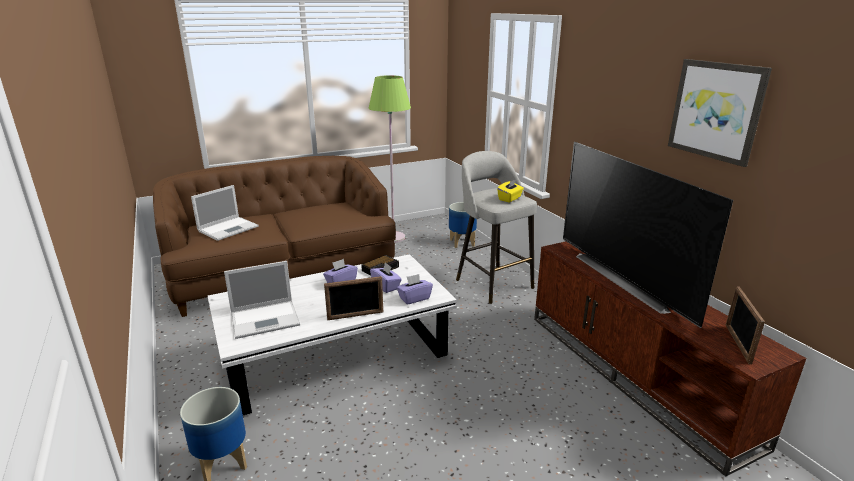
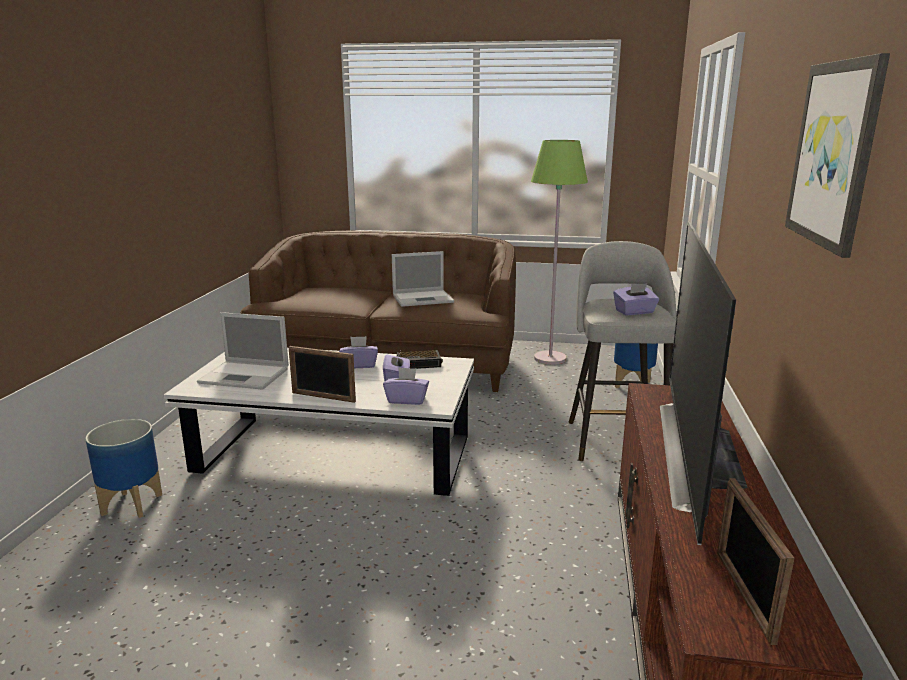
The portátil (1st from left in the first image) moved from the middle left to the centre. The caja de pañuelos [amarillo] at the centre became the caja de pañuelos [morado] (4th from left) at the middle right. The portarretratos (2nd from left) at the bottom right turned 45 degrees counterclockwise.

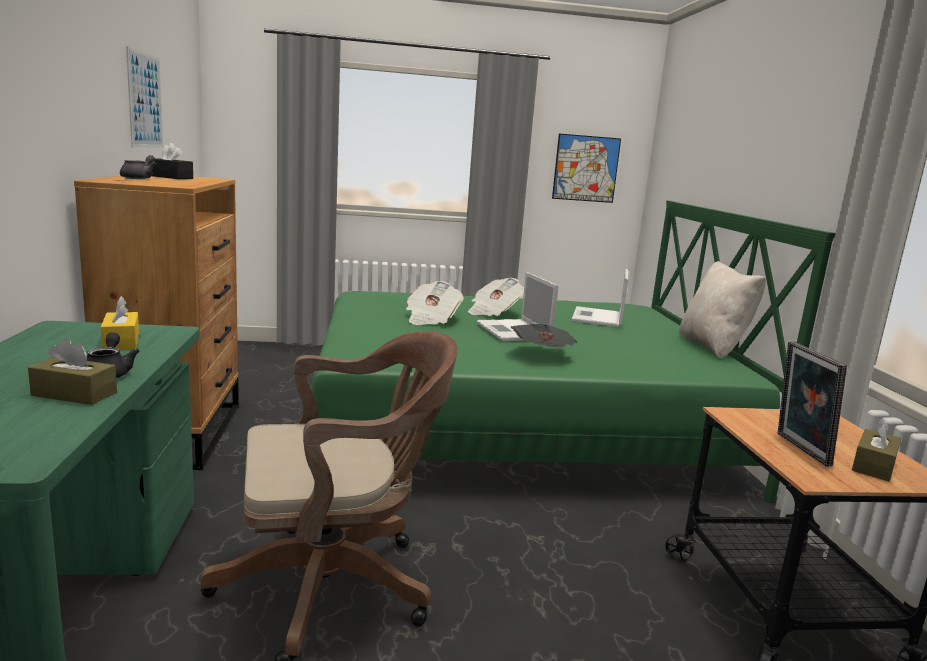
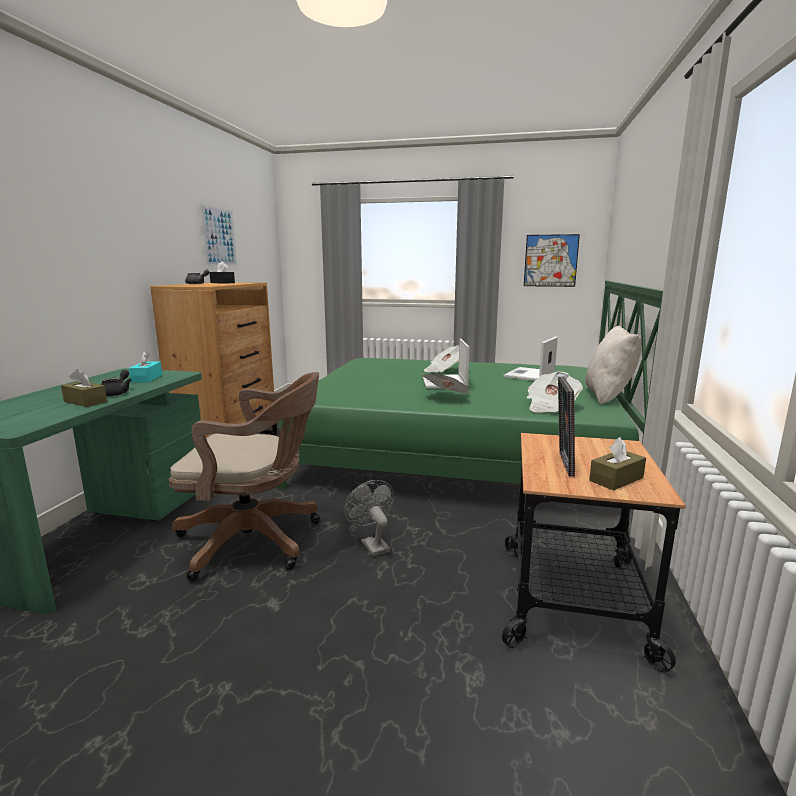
The caja de pañuelos [amarillo] at the middle left became the caja de pañuelos [turquesa] at the middle left. The ventilador [gris] at the centre appeared. The periódico (1st from left in the first image) moved from the centre to the middle right.

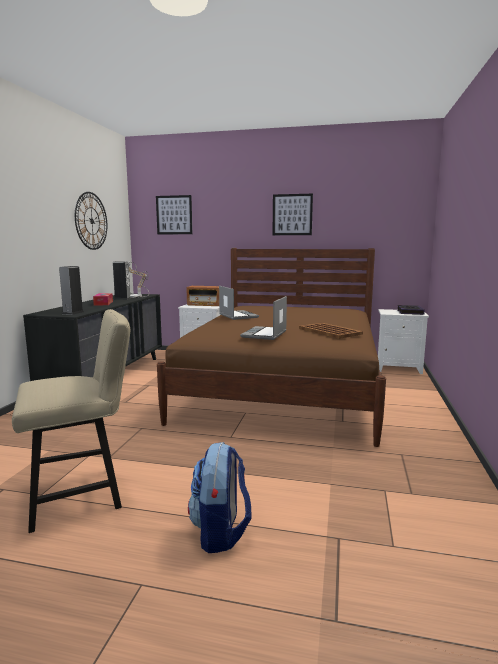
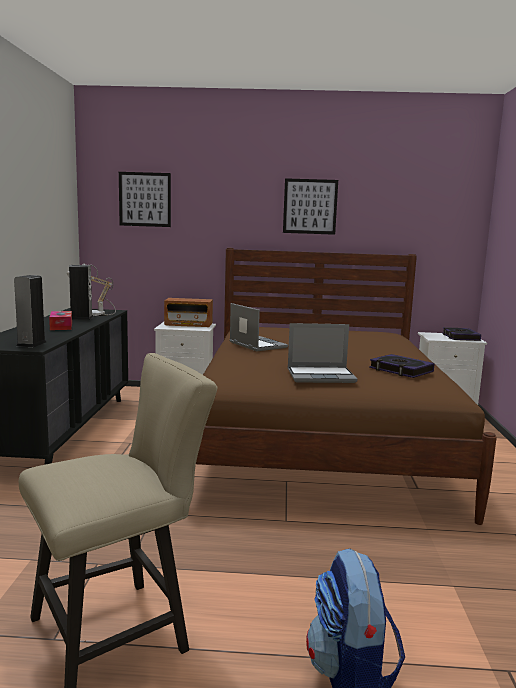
The portátil (2nd from left) at the centre turned 105 degrees counterclockwise. The bandeja [marrón] at the centre was replaced by the libro (1st from left) at the middle right. The reloj de pared at the top left disappeared.

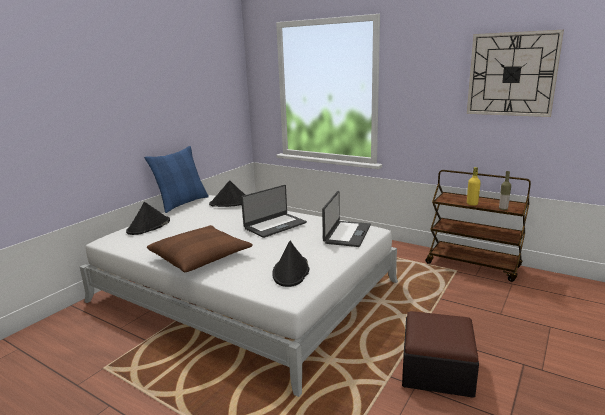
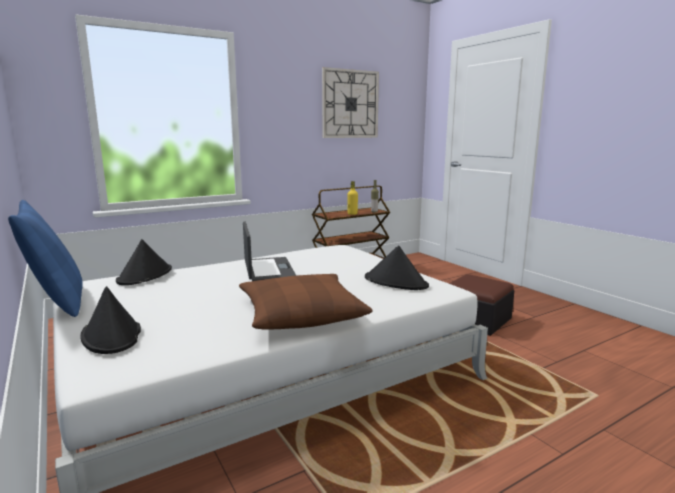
The portátil (2nd from left) at the centre disappeared.

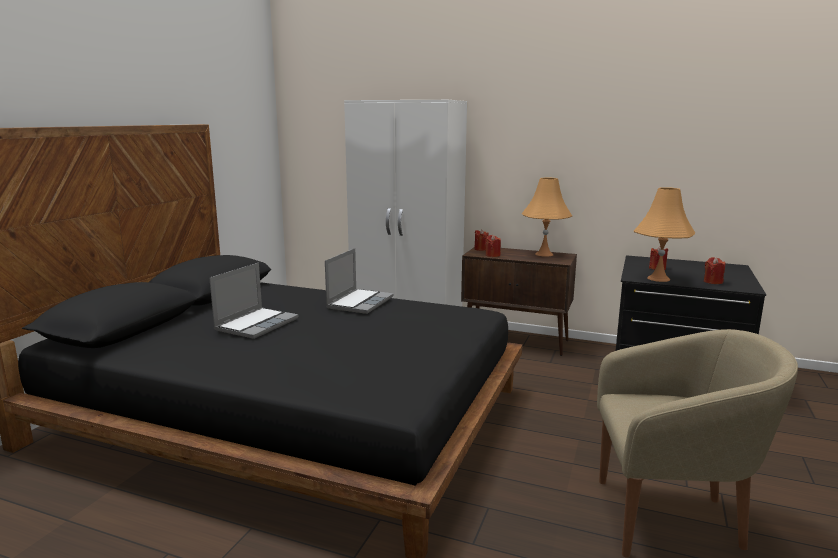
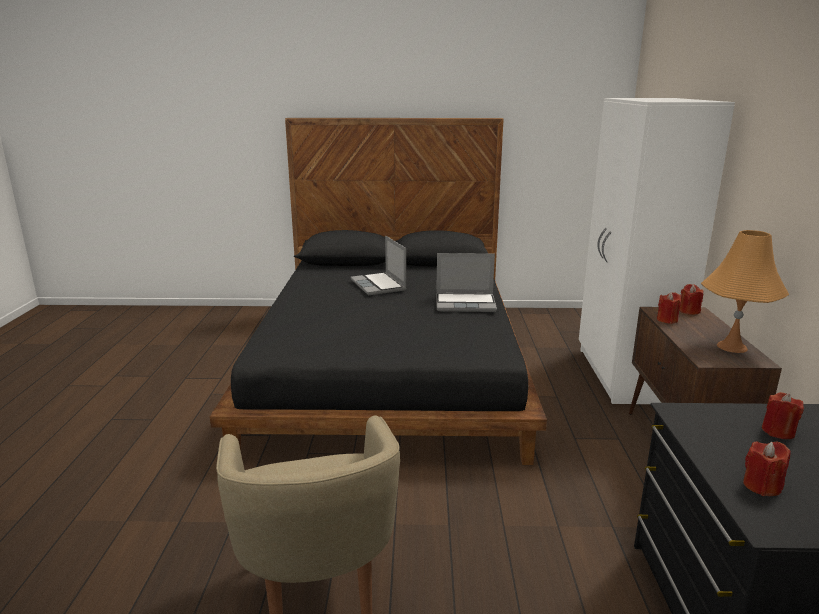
The portátil (1st from left) at the middle left turned 60 degrees clockwise. The lámpara de mesa [naranja] (2nd from left) at the middle right disappeared.

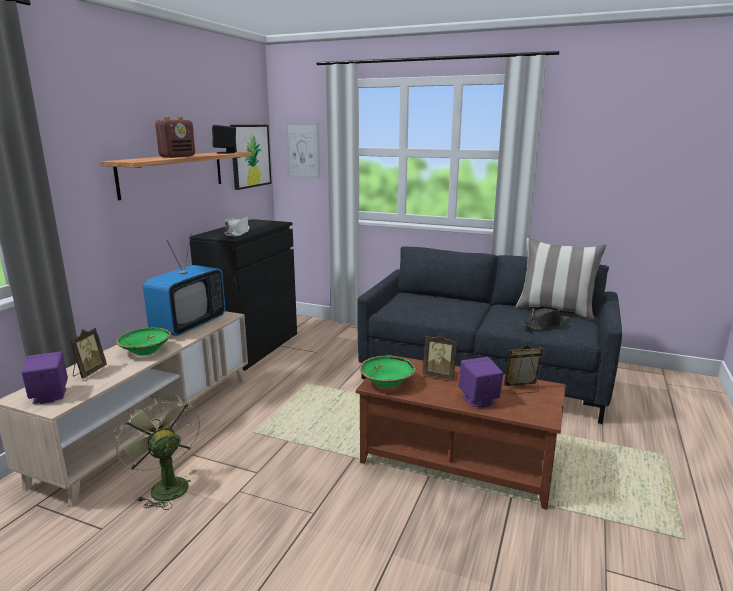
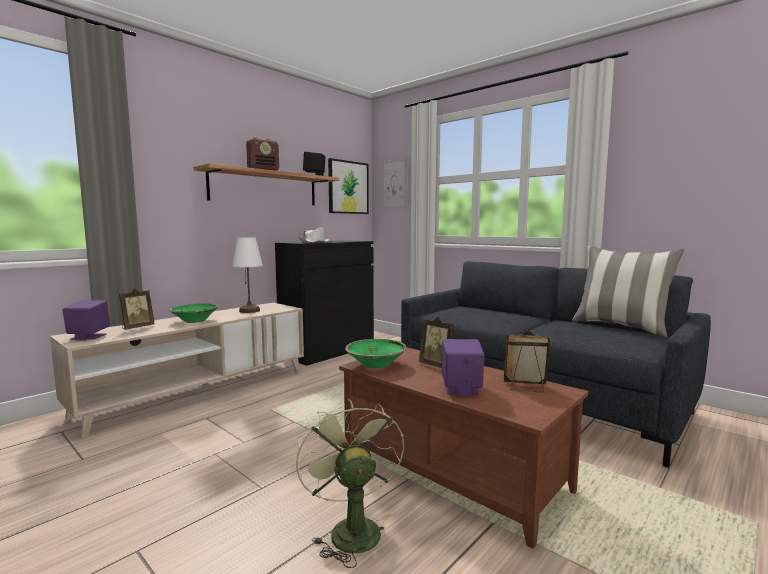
The televisor at the middle left was replaced by the lámpara de mesa [blanco] at the middle left. The ventilador [verde] moved from the bottom left to the bottom centre. The sombrero [negro] at the middle right disappeared.

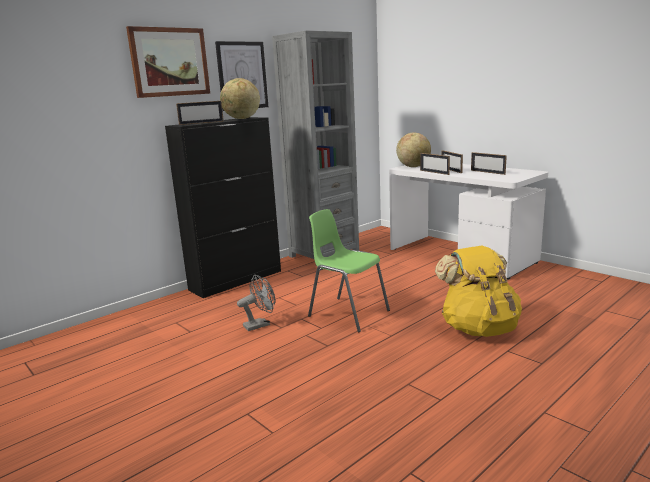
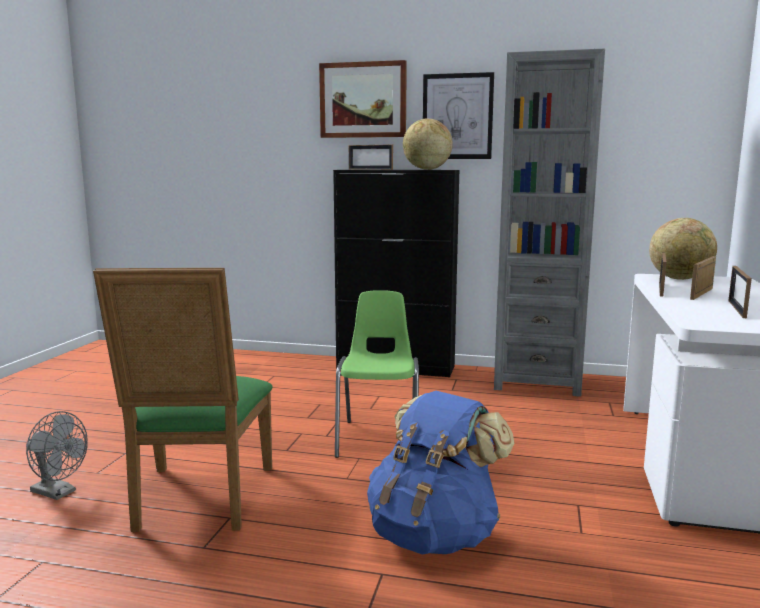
The ventilador [gris] moved from the centre to the bottom left. The silla [verde] (1st from left) at the middle left appeared. The mochila [amarillo] at the middle right became the mochila [azul] at the bottom centre.

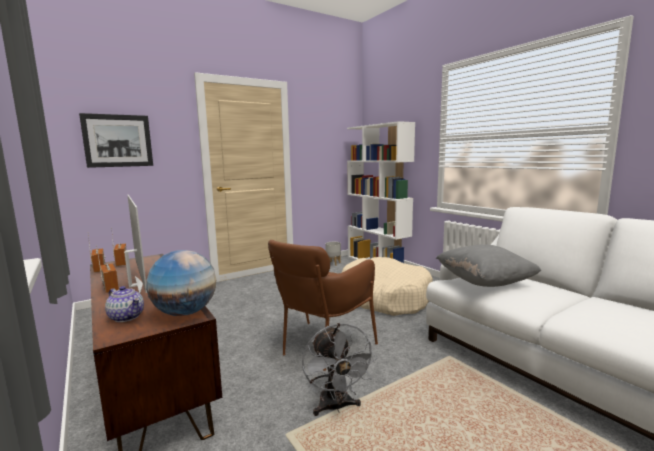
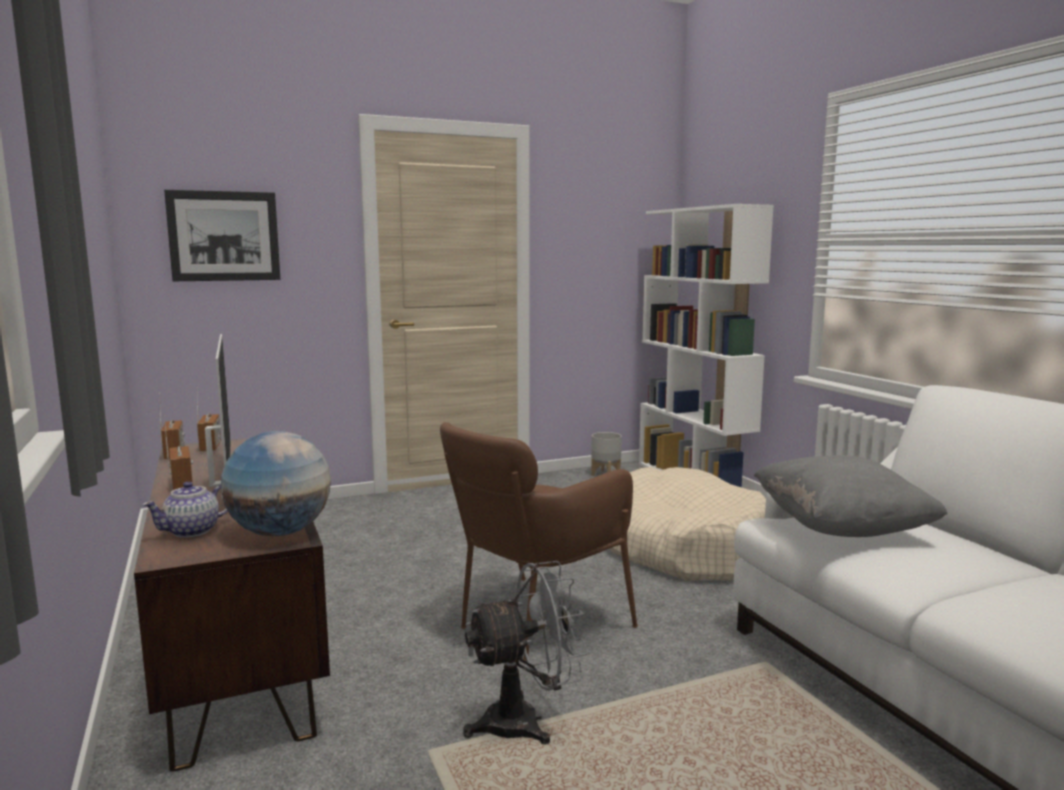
The tetera at the bottom left turned 90 degrees clockwise. The ventilador [gris] at the bottom centre turned 105 degrees counterclockwise.

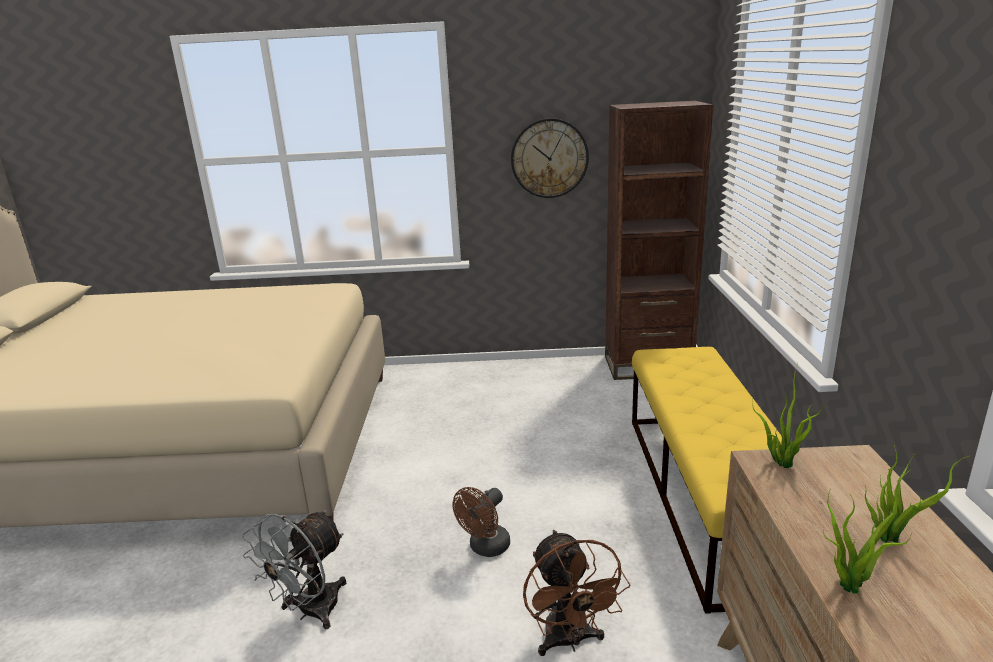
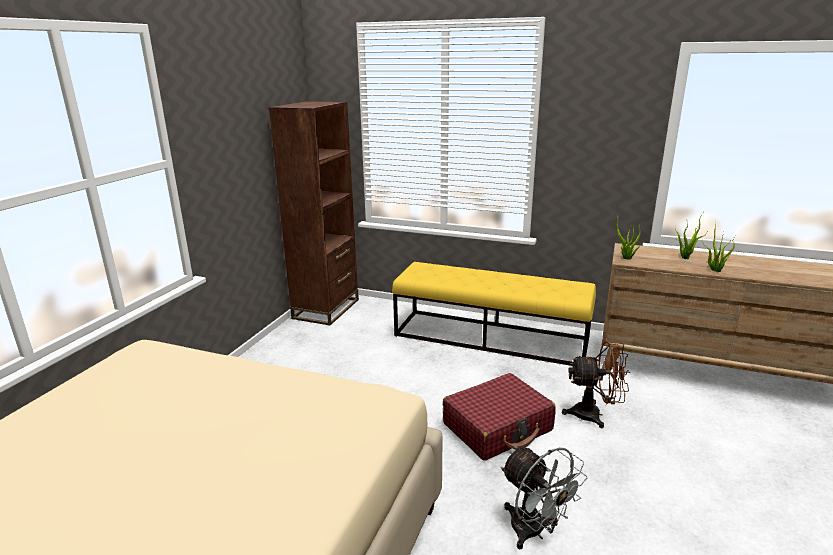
The ventilador [marrón] (1st from left) at the bottom centre was replaced by the maleta [rojo] at the bottom centre. The reloj de pared at the top centre disappeared.

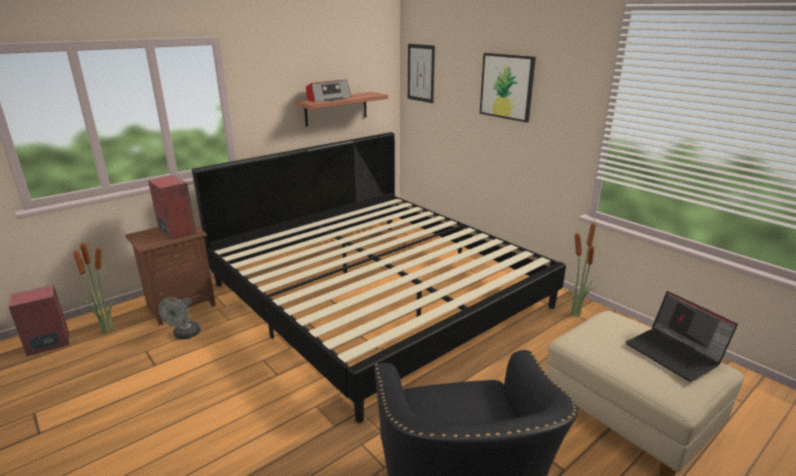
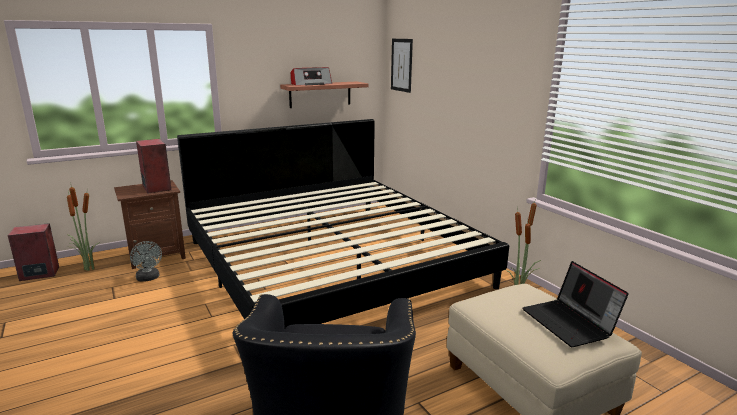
The ventilador [gris] at the bottom left turned 60 degrees counterclockwise. The cuadro (2nd from left) at the top centre disappeared.

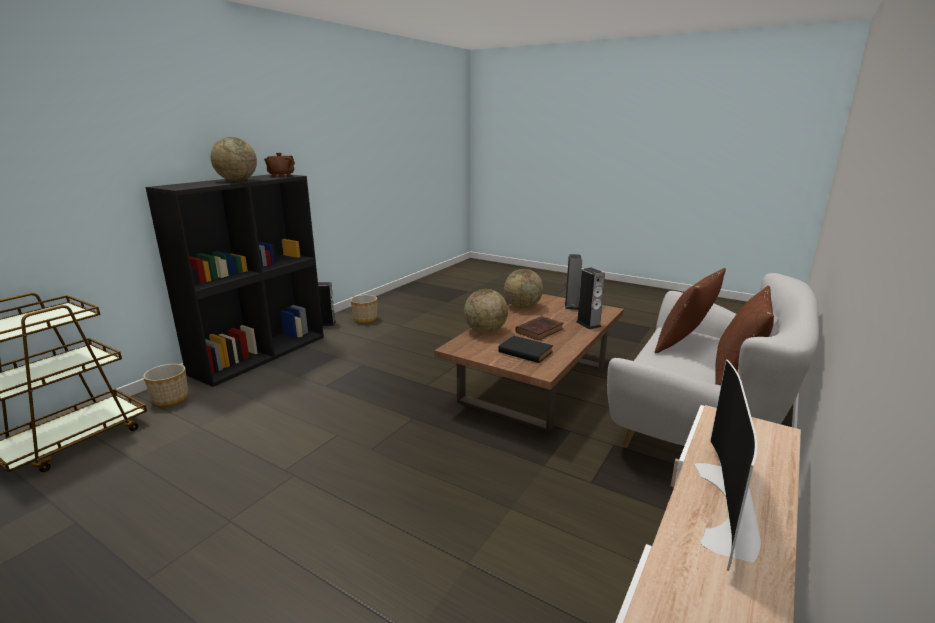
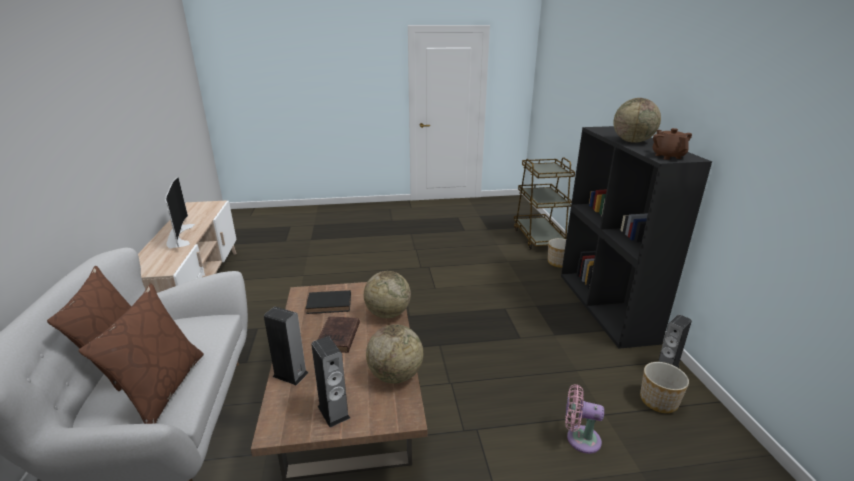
The ventilador [rosa] at the bottom right appeared.

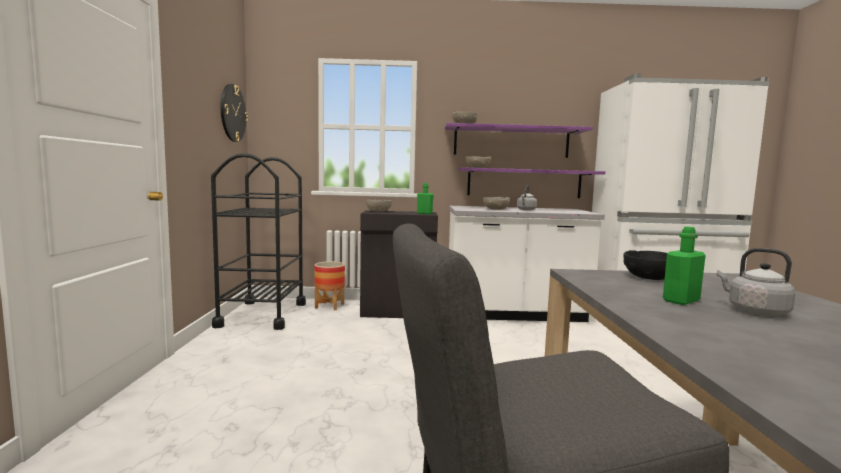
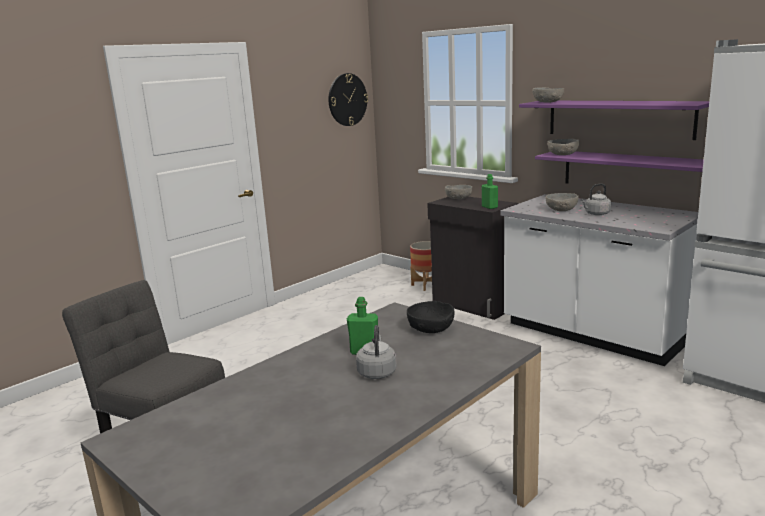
The carrito [negro] at the middle left disappeared.

